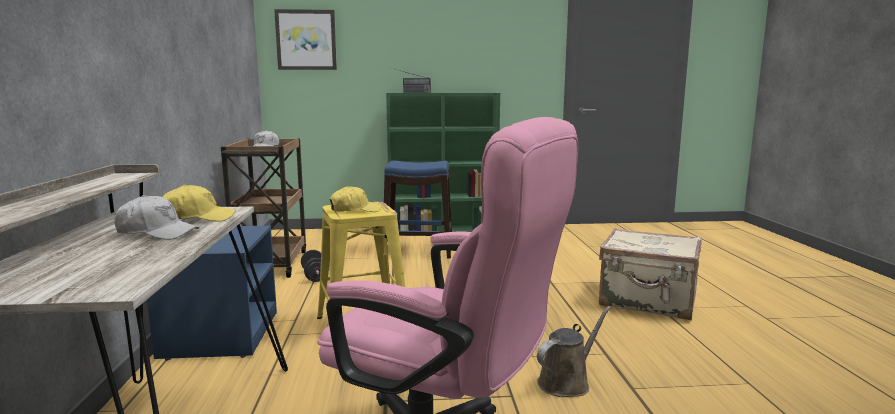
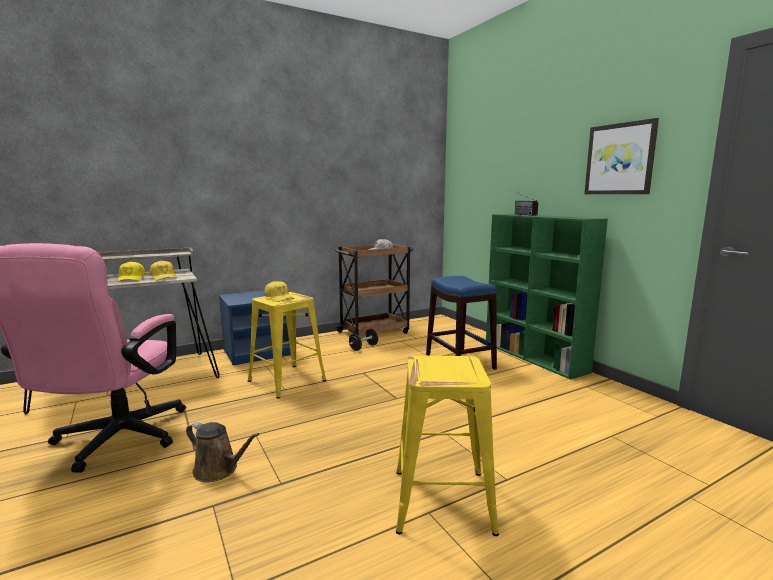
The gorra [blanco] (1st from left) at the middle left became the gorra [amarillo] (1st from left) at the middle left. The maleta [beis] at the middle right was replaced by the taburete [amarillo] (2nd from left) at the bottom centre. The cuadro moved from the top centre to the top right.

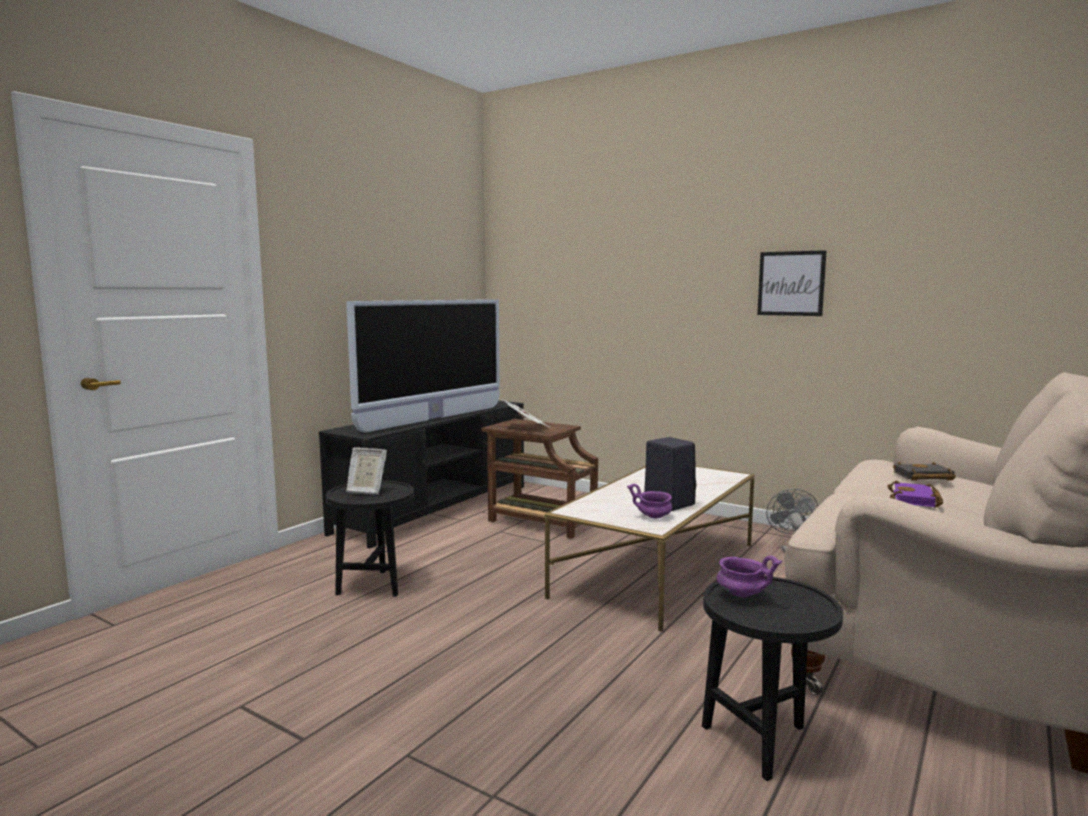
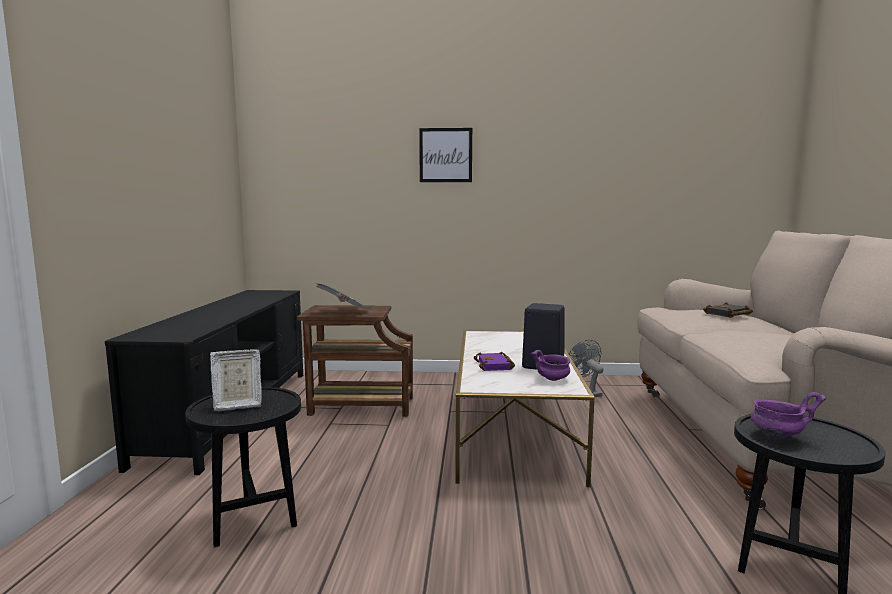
The cuadro moved from the middle right to the top centre. The libro [morado] moved from the middle right to the centre. The televisor at the centre disappeared.

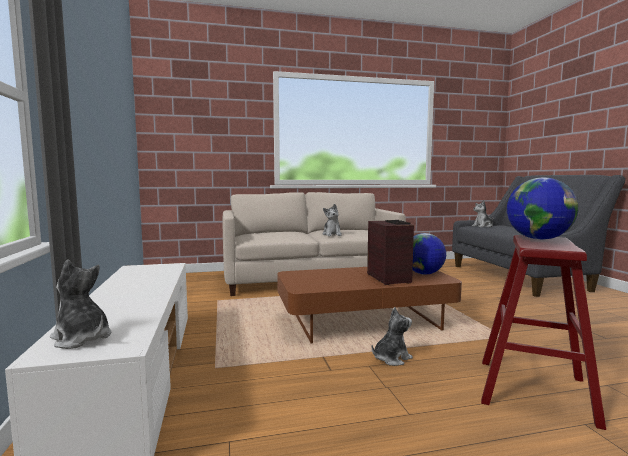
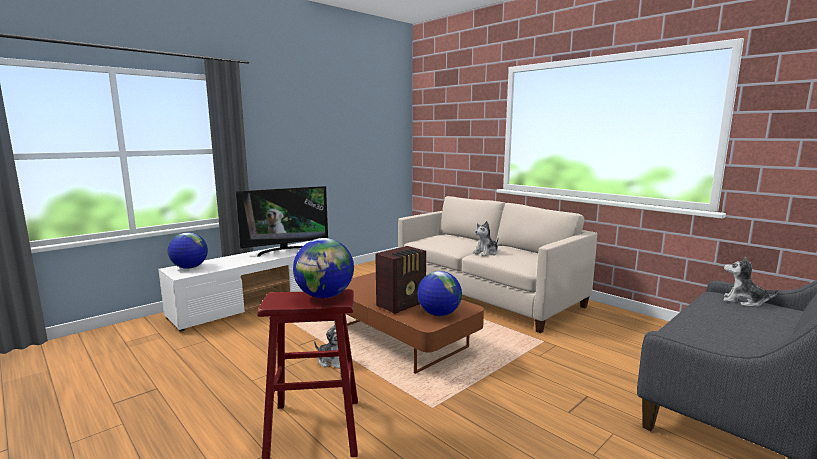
The peluche (1st from left) at the bottom left was replaced by the globo terráqueo (1st from left) at the middle left. The televisor at the centre appeared.

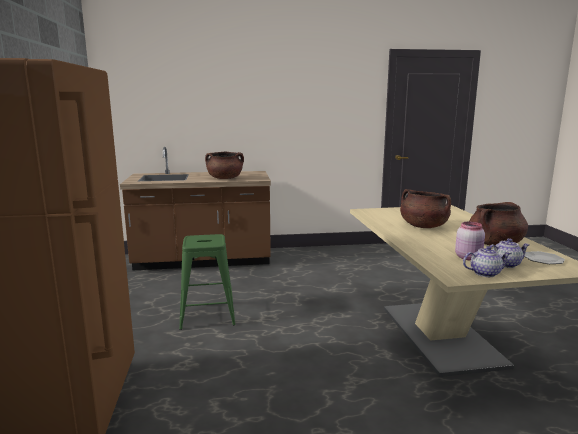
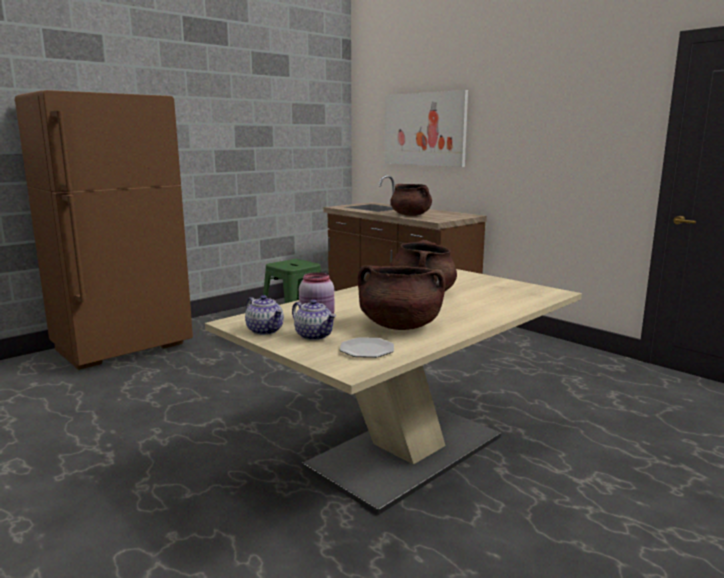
The cuadro at the top centre appeared.

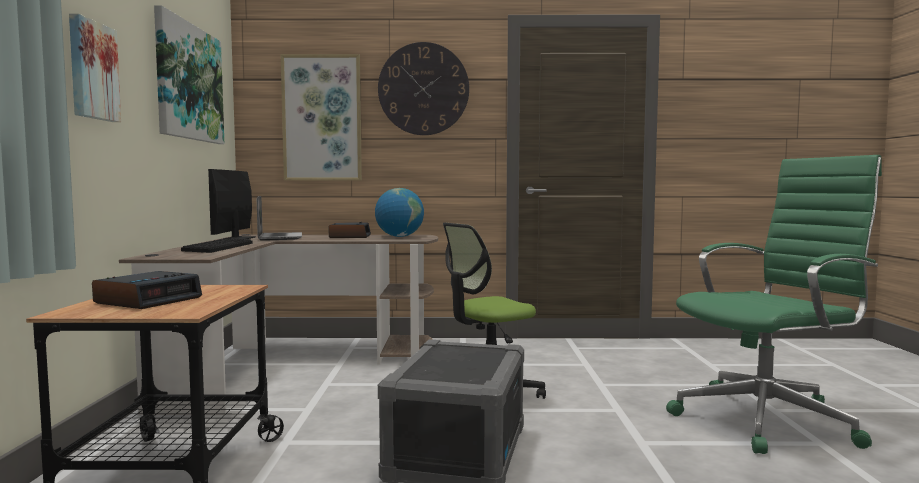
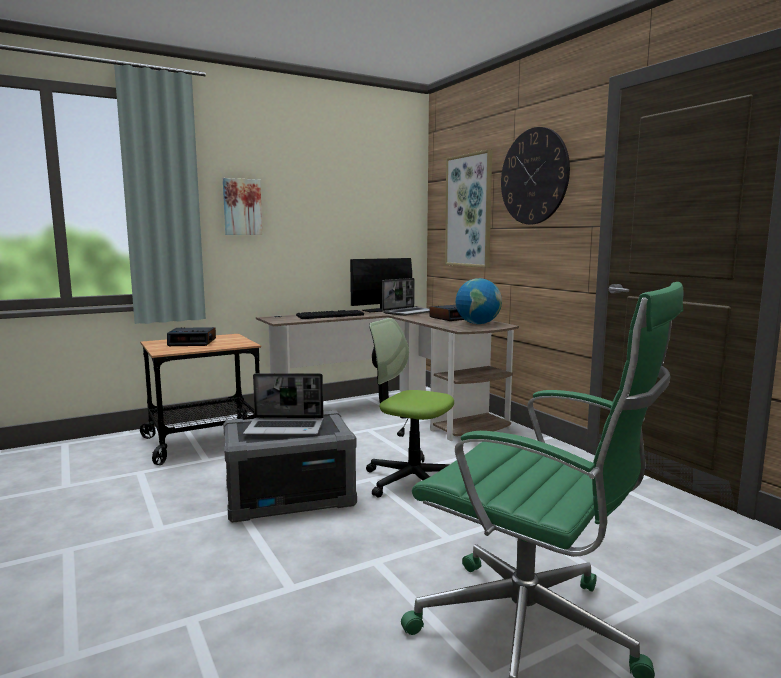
The portátil (1st from left) at the centre appeared. The cuadro (2nd from left) at the top left disappeared.

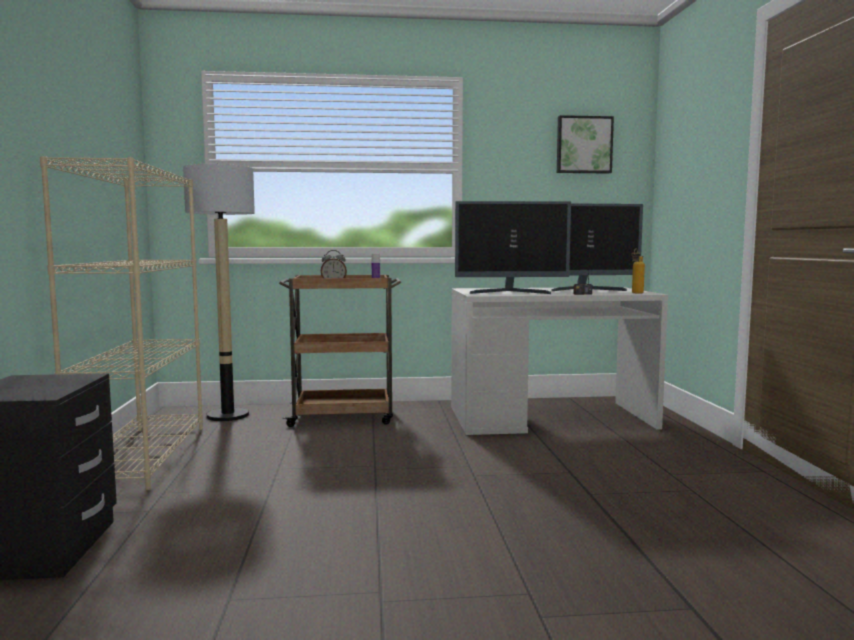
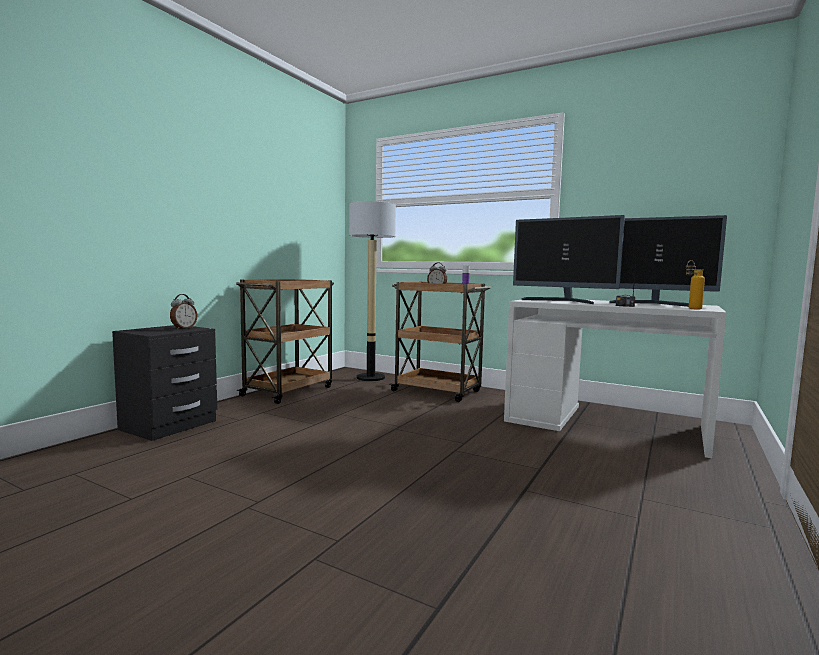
The despertador (1st from left) at the middle left appeared. The estantería [beis] at the middle left was replaced by the carrito [marrón] (1st from left) at the centre. The cuadro at the top right disappeared.

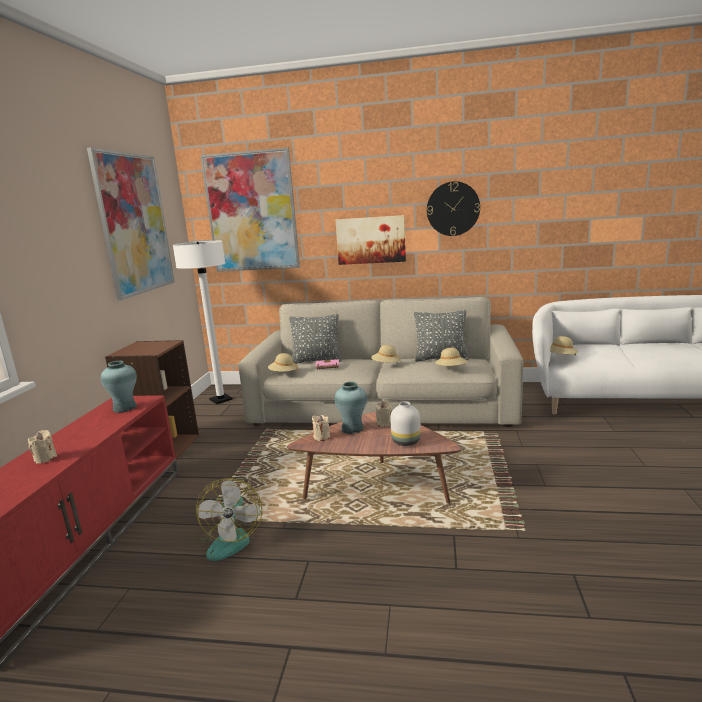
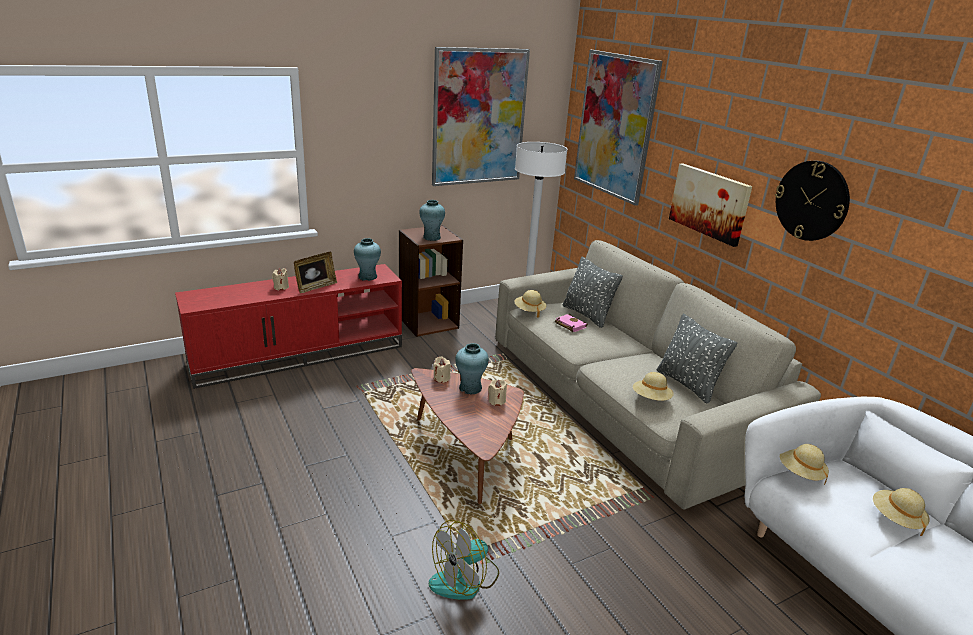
The portarretratos at the middle left appeared. The florero [turquesa] (2nd from left) at the centre appeared. The ventilador moved from the bottom left to the bottom centre. The sombrero [beis] (2nd from left in the first image) moved from the centre to the bottom right. The florero [blanco] at the centre disappeared.

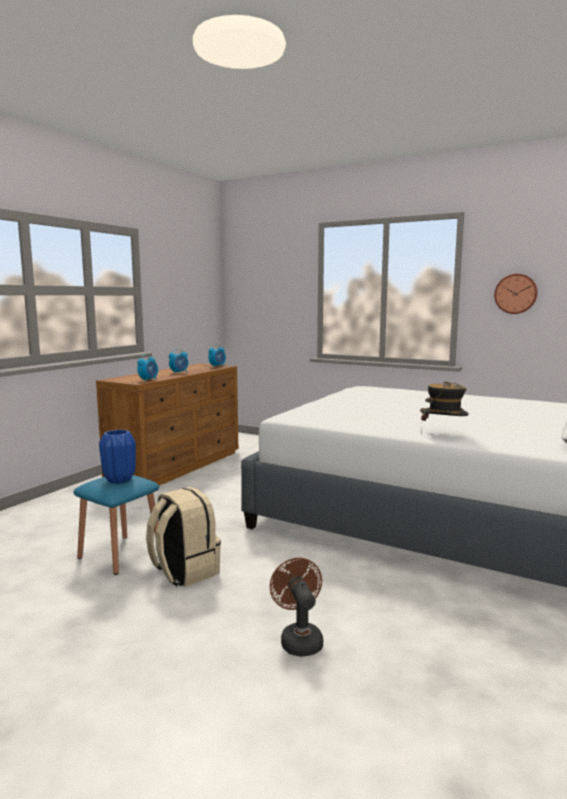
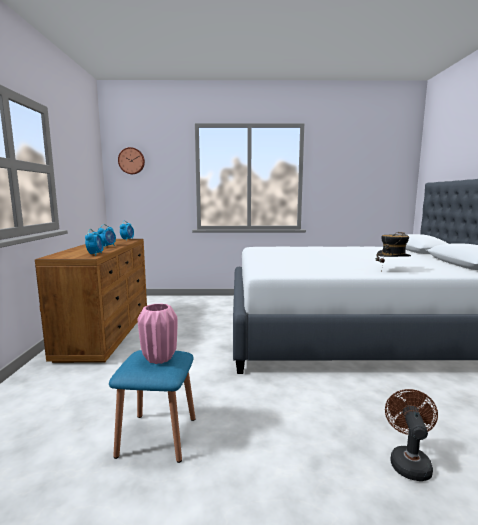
The reloj de pared moved from the middle right to the top left. The florero [azul] at the middle left became the florero [rosa] at the middle left. The ventilador [marrón] at the bottom centre turned 60 degrees clockwise. The mochila [beis] at the bottom left disappeared.

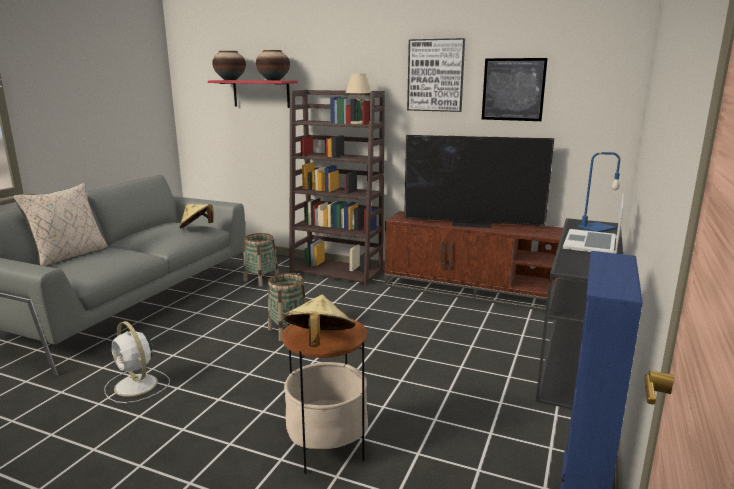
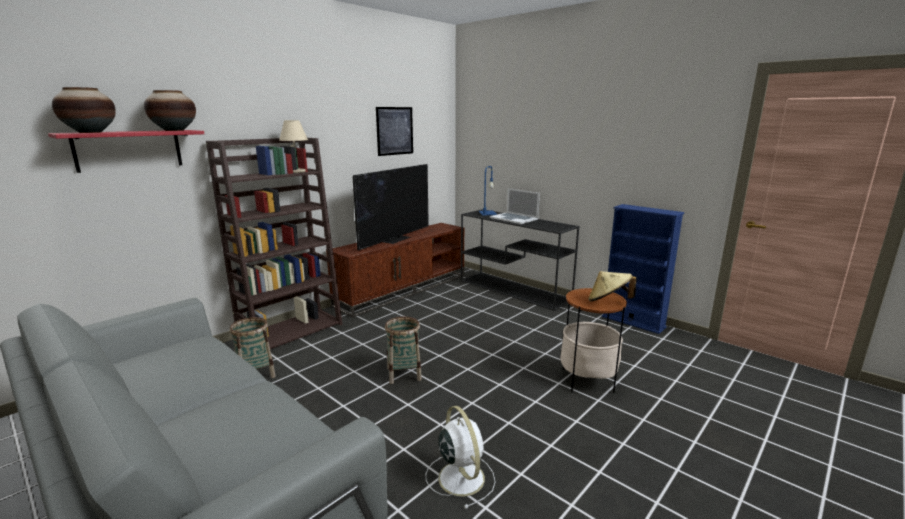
The ventilador [blanco] at the bottom left turned 90 degrees counterclockwise. The cojín [beis] at the middle left disappeared. The sombrero [beis] (1st from left) at the middle left disappeared. The cuadro (1st from left) at the top centre disappeared.

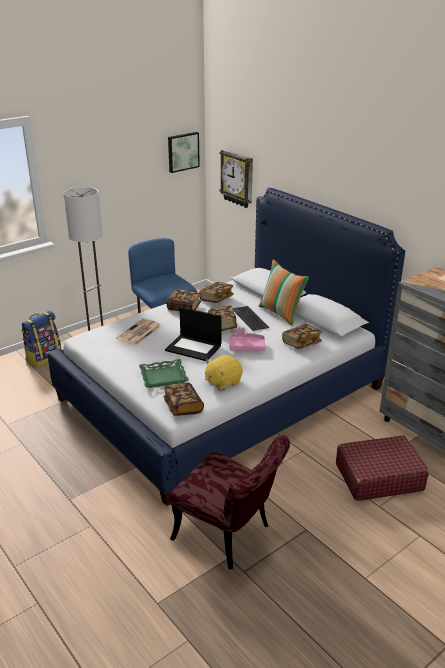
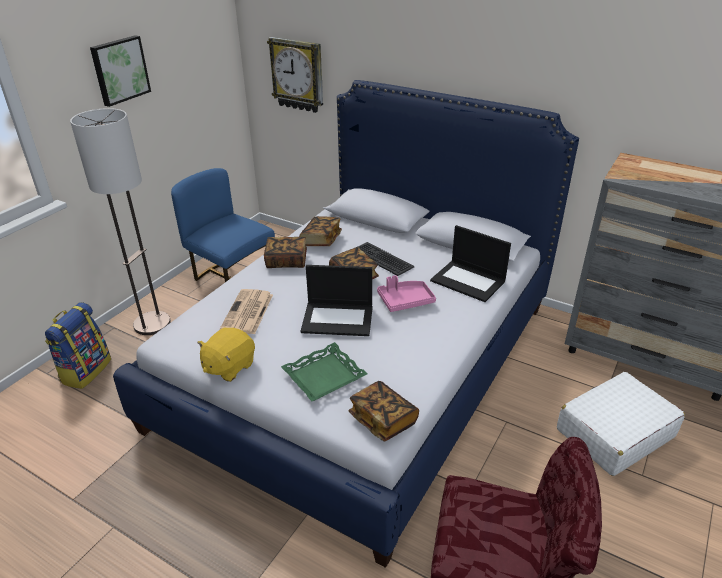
The cuadro moved from the top centre to the top left. The peluche [amarillo] moved from the centre to the middle left. The libro (5th from left) at the middle right was replaced by the portátil (2nd from left) at the centre. The maleta [rojo] at the bottom right became the maleta [blanco] at the bottom right. The cojín at the centre disappeared.

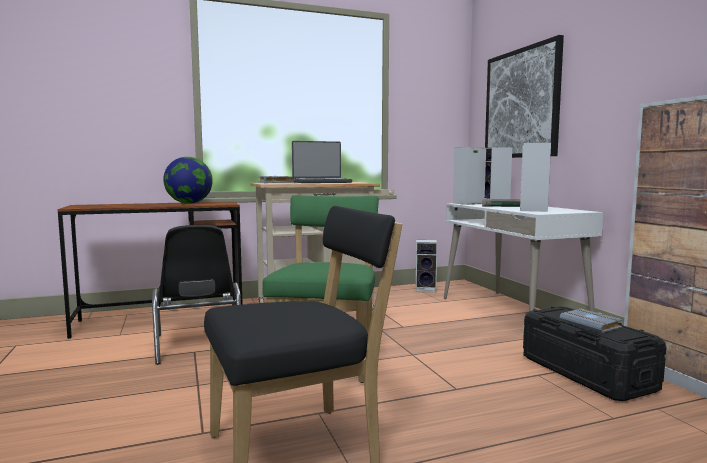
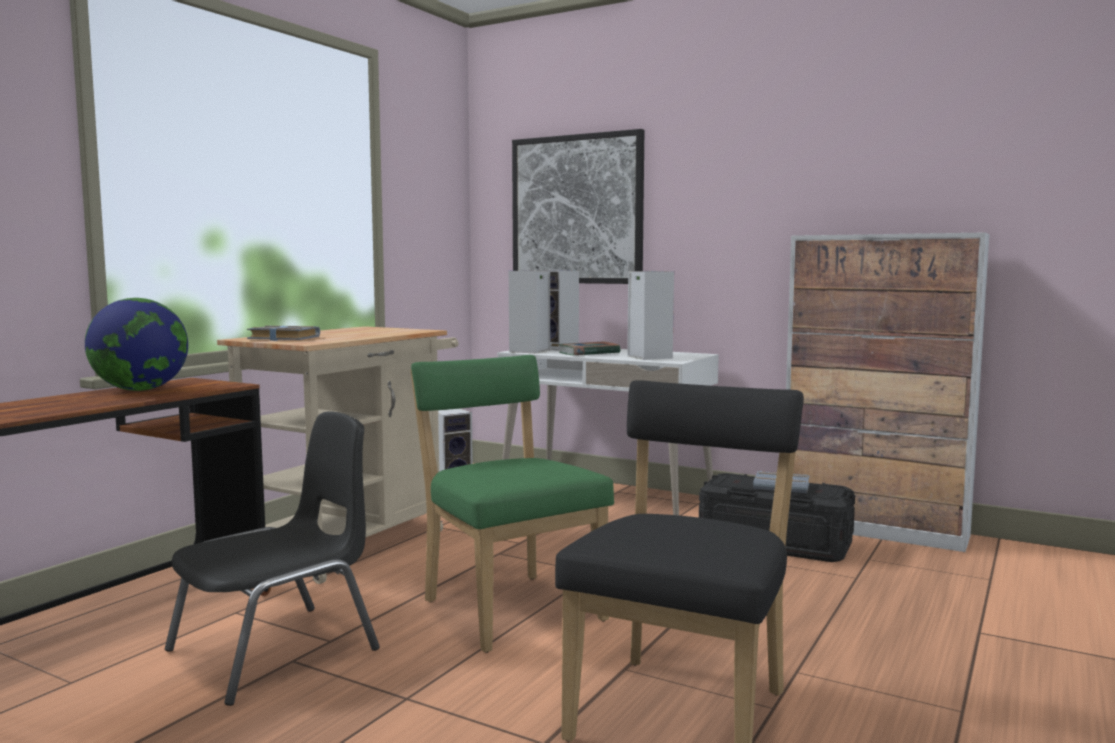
The silla [negro] (1st from left) at the middle left turned 75 degrees counterclockwise. The portátil at the centre disappeared.

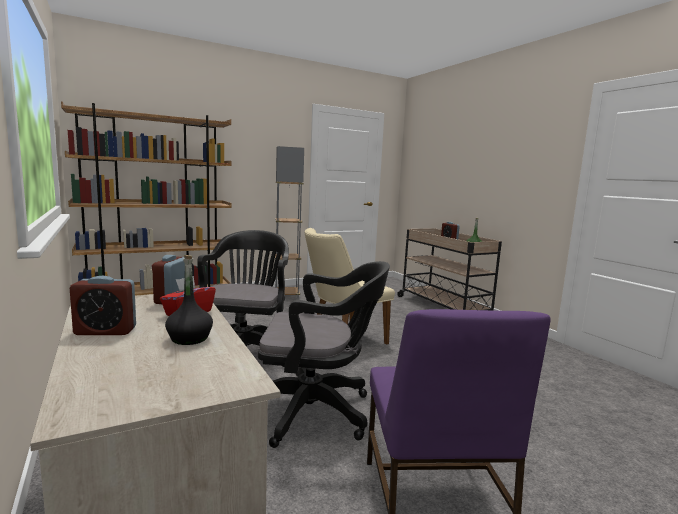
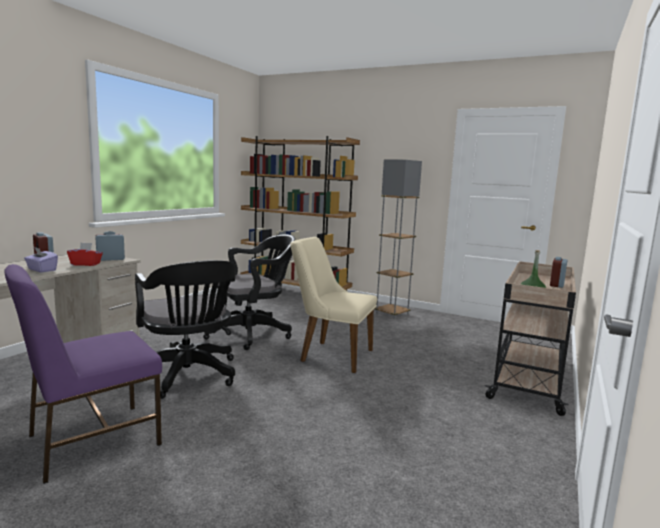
The botella [negro] at the middle left was replaced by the caja de pañuelos [morado] at the middle left.

